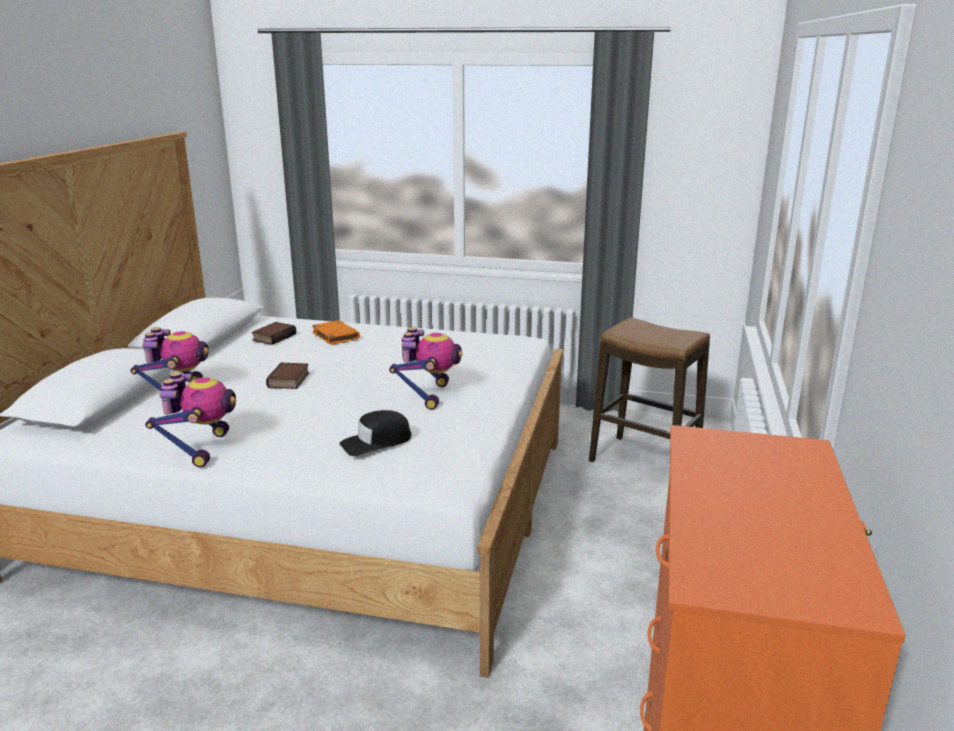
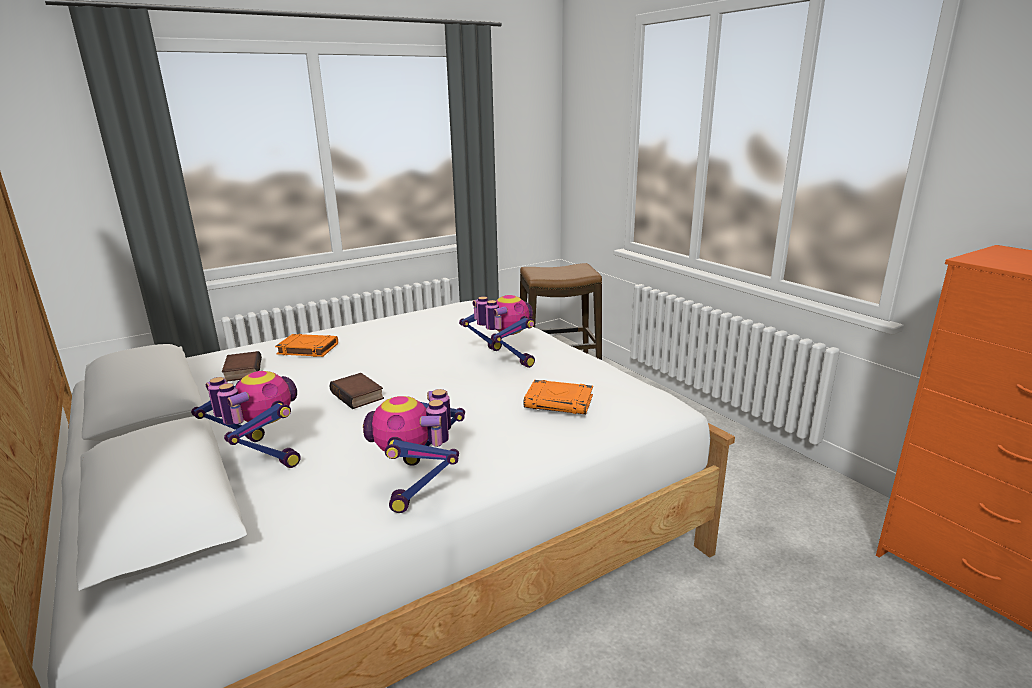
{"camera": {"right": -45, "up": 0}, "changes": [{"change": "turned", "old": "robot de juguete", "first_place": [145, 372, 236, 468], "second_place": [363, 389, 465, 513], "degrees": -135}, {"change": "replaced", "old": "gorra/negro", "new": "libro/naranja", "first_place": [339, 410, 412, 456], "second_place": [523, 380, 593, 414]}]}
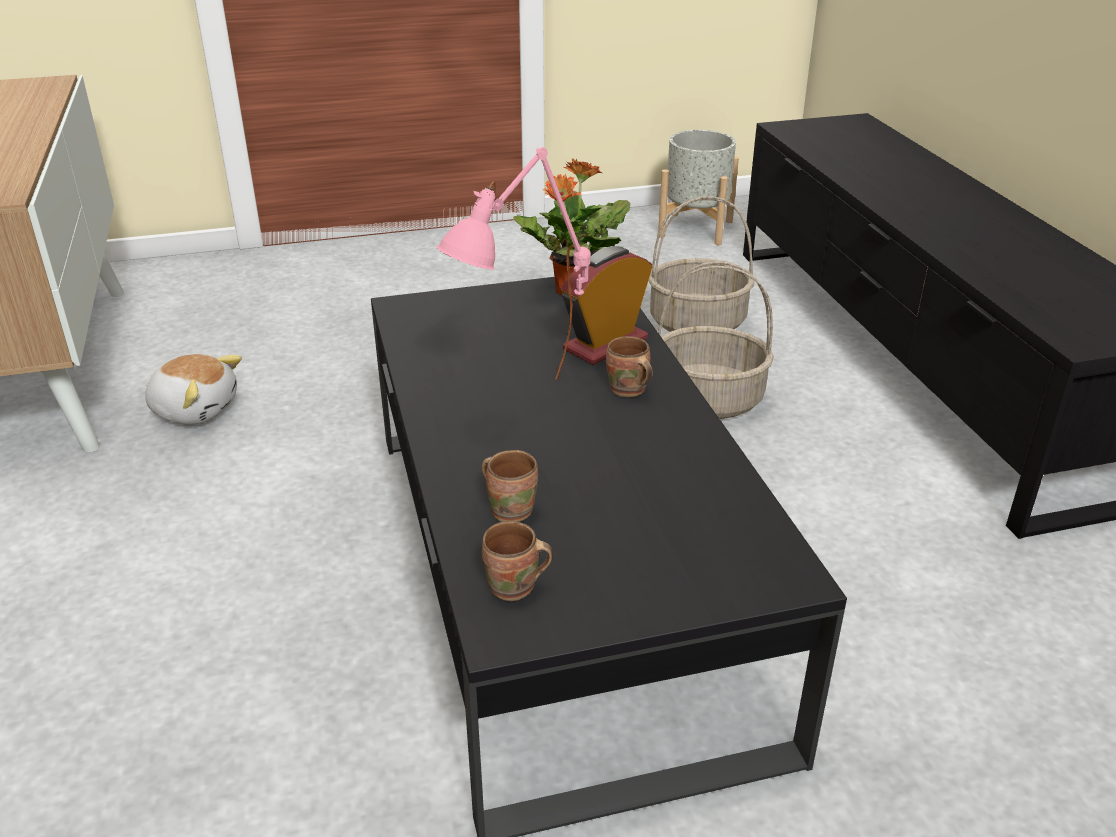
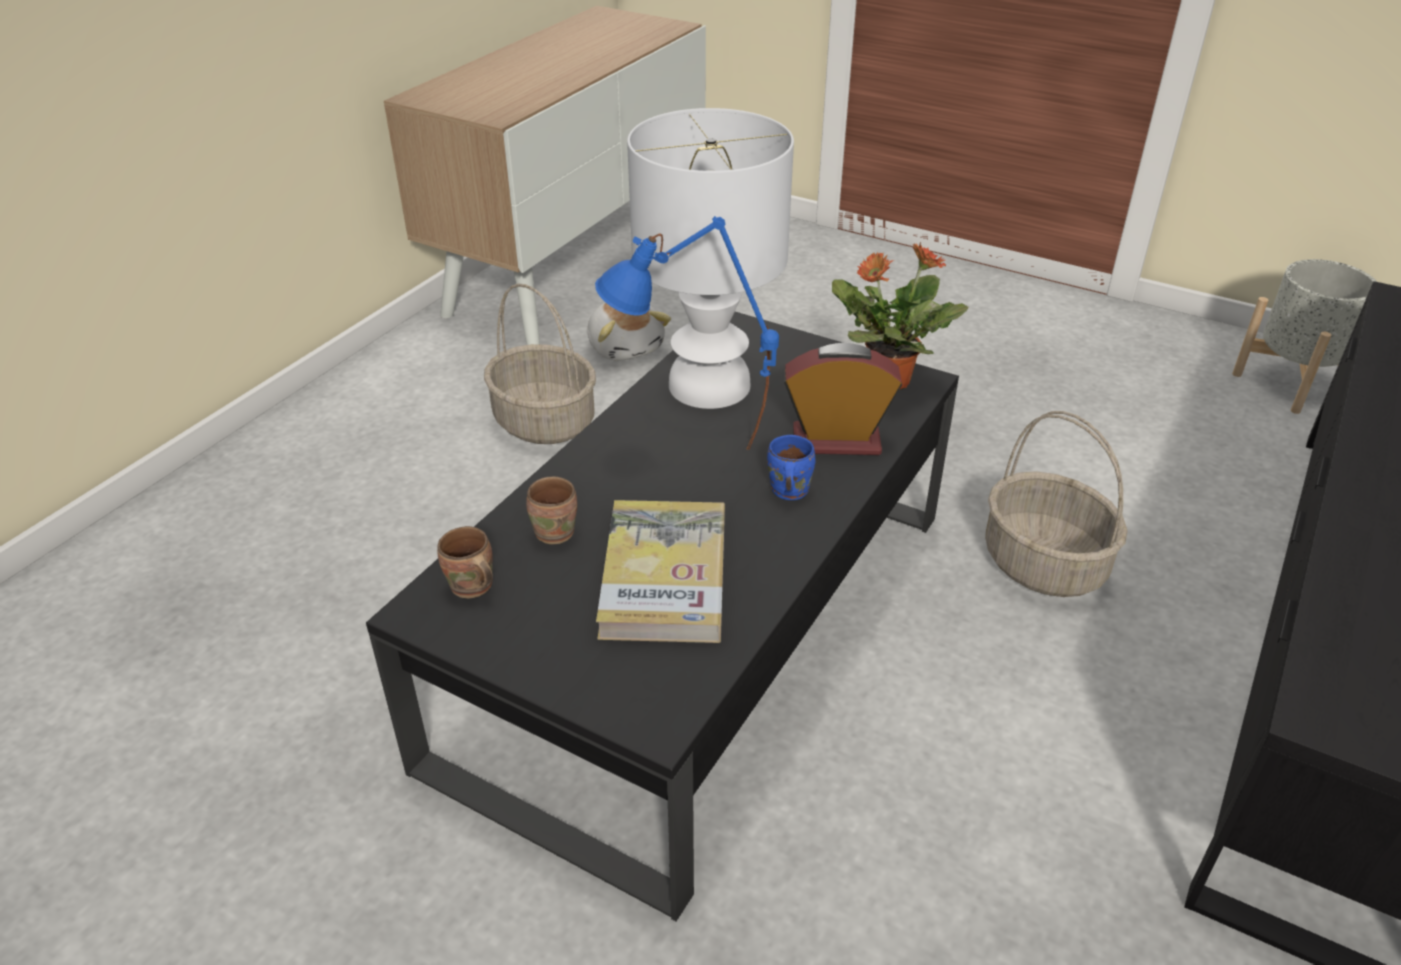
{"camera": {"right": 45, "up": 5}, "changes": [{"change": "moved", "old": "cesta", "first_place": [648, 196, 754, 332], "second_place": [484, 284, 596, 444]}, {"change": "recoloured", "old": "lámpara de mesa/rosa", "new": "lámpara de mesa/azul", "first_place": [436, 147, 591, 380], "second_place": [595, 216, 779, 450]}, {"change": "added", "new": "libro", "second_place": [596, 500, 725, 643]}, {"change": "added", "new": "lámpara de mesa/blanco", "second_place": [627, 108, 794, 409]}, {"change": "recoloured", "old": "taza grande/marrón", "new": "taza grande/azul", "first_place": [606, 336, 653, 397], "second_place": [767, 435, 815, 500]}]}
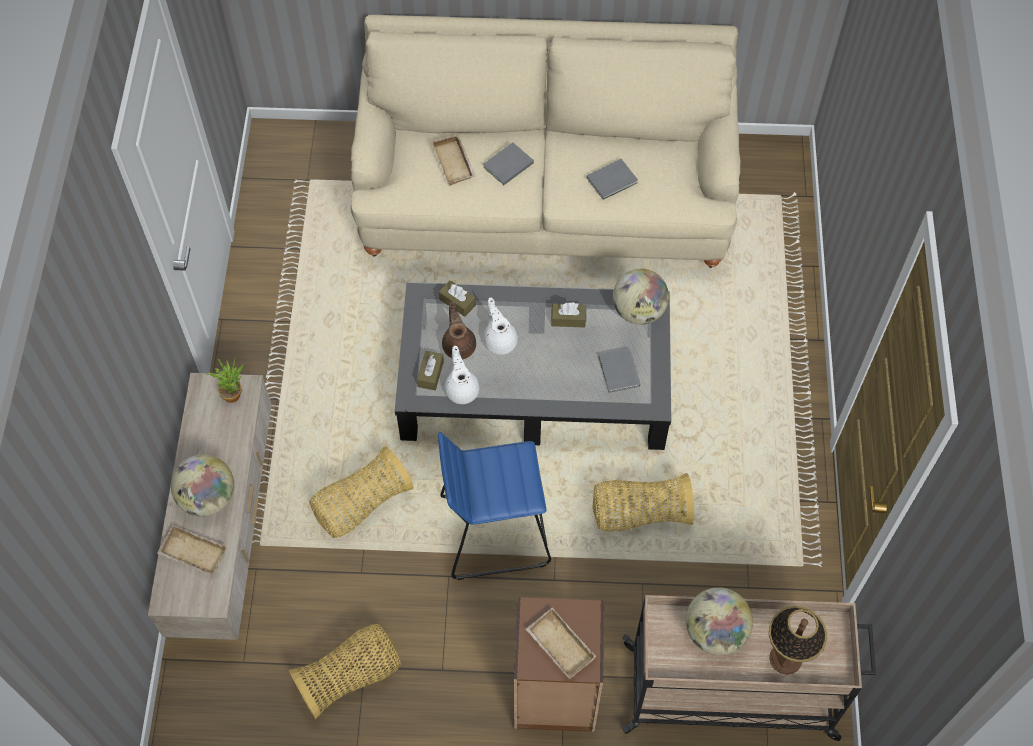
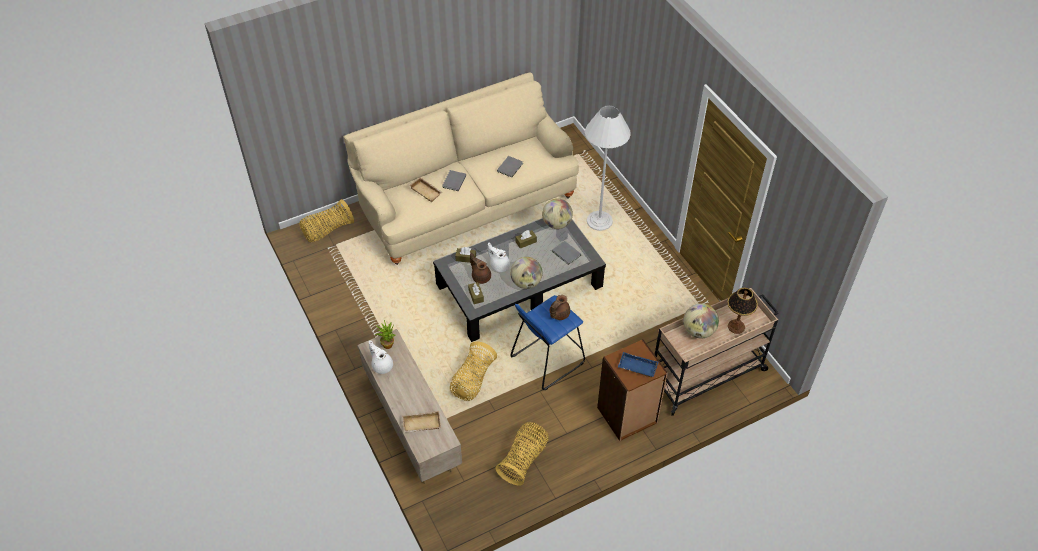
{"camera": {"right": -30, "up": -10}, "changes": [{"change": "moved", "old": "cesta", "first_place": [592, 473, 694, 532], "second_place": [299, 199, 354, 242]}, {"change": "moved", "old": "tetera/blanco", "first_place": [445, 346, 480, 404], "second_place": [369, 340, 393, 374]}, {"change": "moved", "old": "globo terráqueo", "first_place": [171, 454, 234, 517], "second_place": [510, 257, 543, 289]}, {"change": "added", "new": "tetera/marrón", "second_place": [550, 295, 570, 320]}, {"change": "added", "new": "lámpara de pie/blanco", "second_place": [585, 105, 631, 231]}, {"change": "recoloured", "old": "bandeja/beis", "new": "bandeja/azul", "first_place": [526, 607, 596, 679], "second_place": [618, 352, 658, 377]}]}
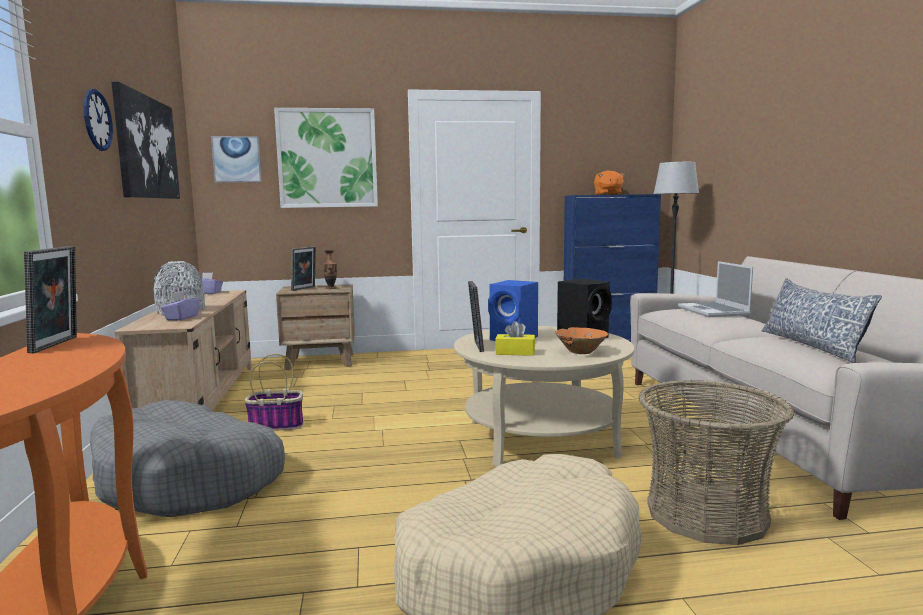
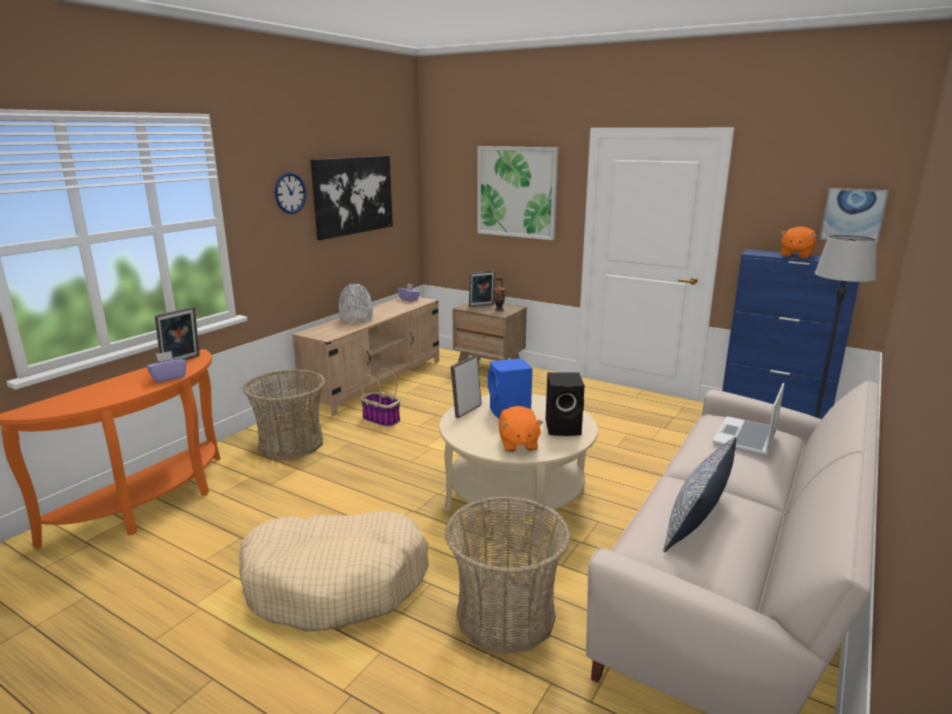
{"camera": {"right": 40, "up": 10}, "changes": [{"change": "moved", "old": "caja de pañuelos/morado", "first_place": [161, 291, 200, 321], "second_place": [146, 351, 187, 383]}, {"change": "replaced", "old": "cama para perro/gris", "new": "cesta", "first_place": [90, 400, 285, 517], "second_place": [243, 369, 326, 460]}, {"change": "replaced", "old": "cuenco/naranja", "new": "peluche/naranja", "first_place": [555, 327, 608, 354], "second_place": [499, 406, 544, 452]}, {"change": "moved", "old": "cuadro", "first_place": [211, 136, 262, 183], "second_place": [819, 188, 889, 244]}, {"change": "removed", "old": "caja de pañuelos/amarillo", "first_place": [495, 321, 535, 356]}]}
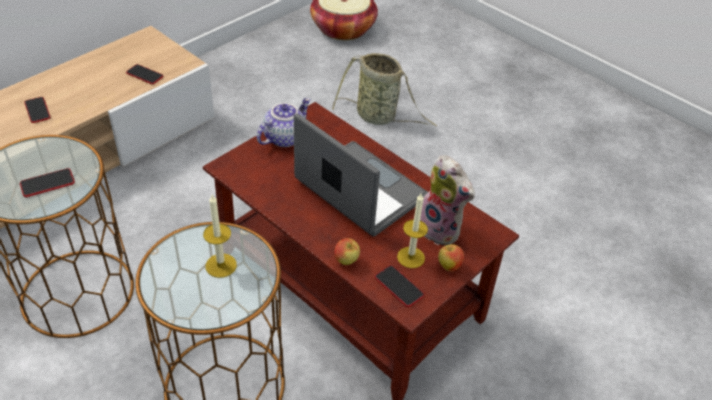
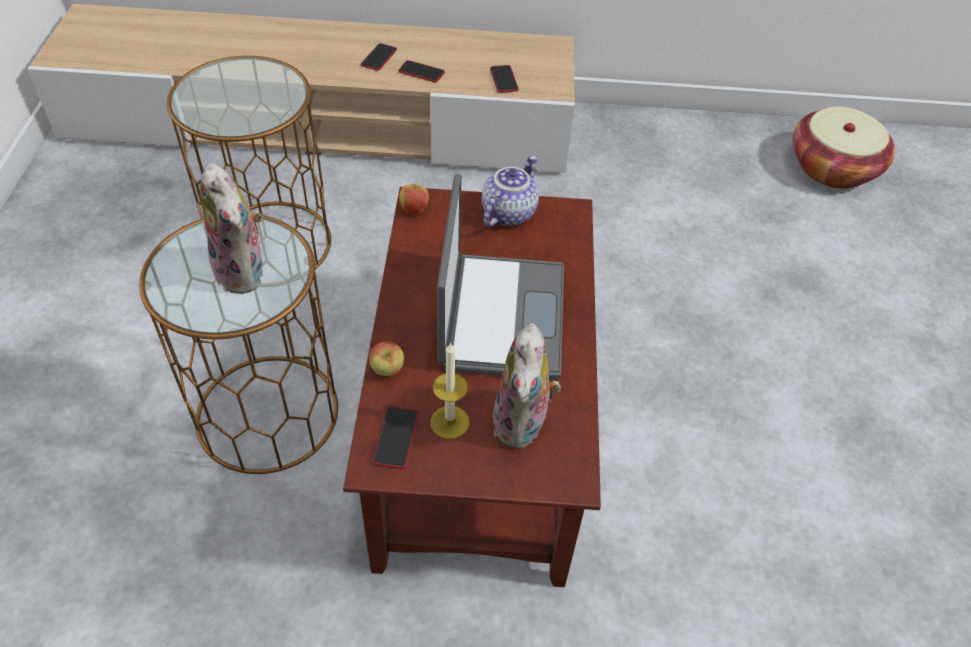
{"camera": {"right": 50, "up": 5}, "changes": [{"change": "replaced", "old": "vela", "new": "peluche", "first_place": [203, 194, 237, 278], "second_place": [200, 163, 264, 294]}, {"change": "moved", "old": "móvil", "first_place": [20, 168, 75, 197], "second_place": [398, 60, 445, 82]}, {"change": "moved", "old": "manzana", "first_place": [438, 243, 464, 272], "second_place": [399, 179, 429, 215]}, {"change": "turned", "old": "tetera", "first_place": [257, 98, 311, 147], "second_place": [482, 156, 539, 227], "degrees": -60}, {"change": "removed", "old": "cesta", "first_place": [332, 53, 437, 126]}]}
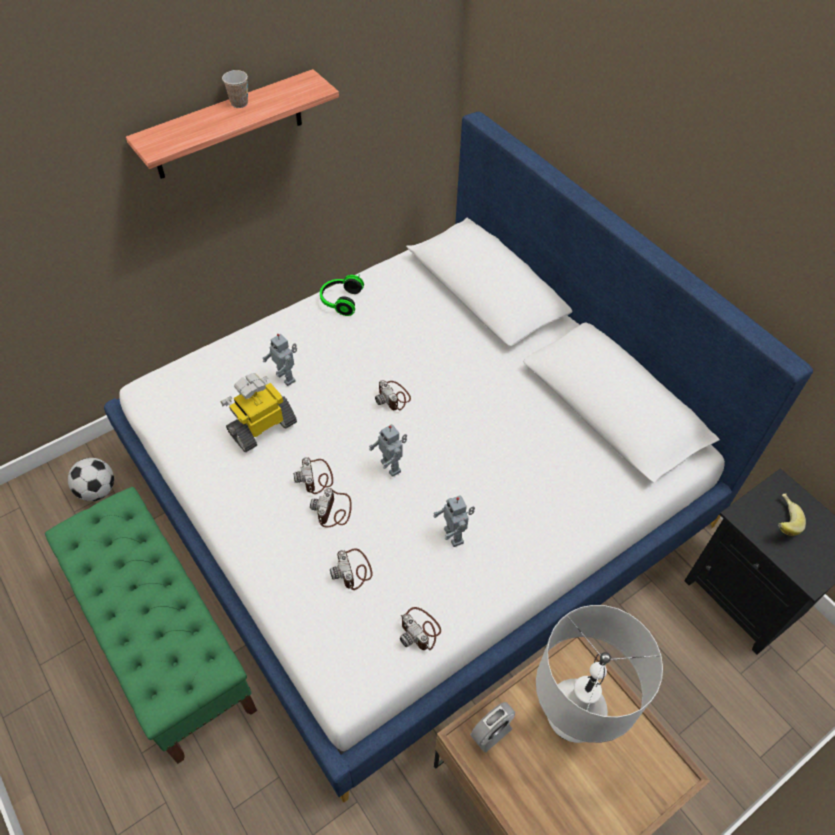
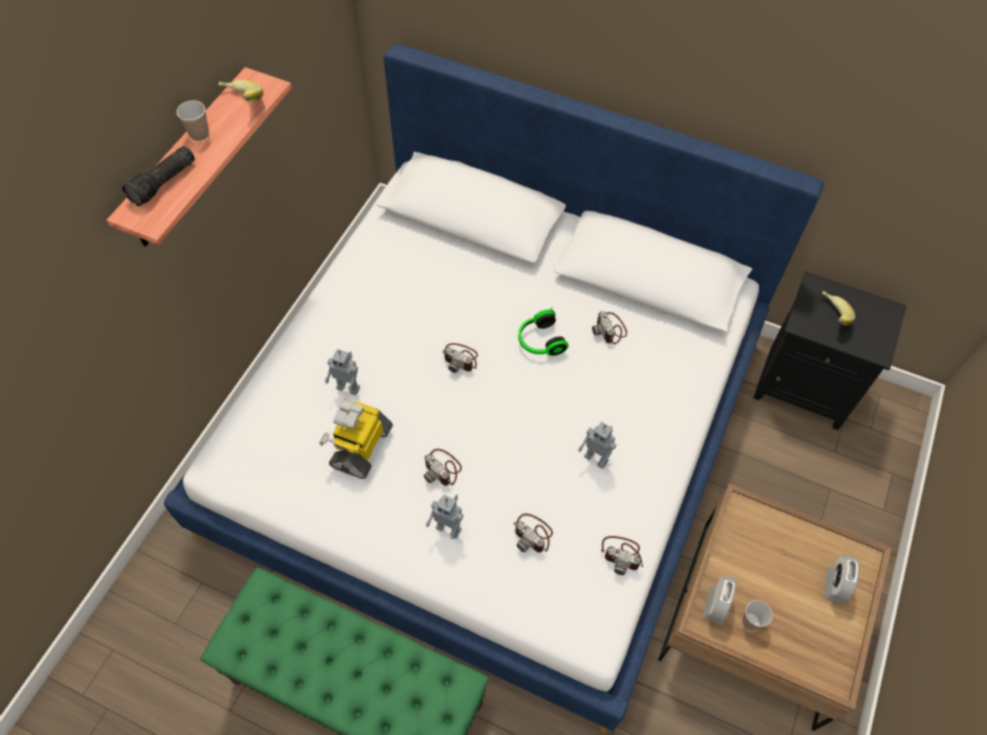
{"camera": {"right": -30, "up": 5}, "changes": [{"change": "added", "new": "linterna", "second_place": [122, 146, 195, 206]}, {"change": "added", "new": "plátano", "second_place": [218, 80, 263, 102]}, {"change": "moved", "old": "robot de juguete", "first_place": [369, 424, 407, 477], "second_place": [426, 494, 464, 539]}, {"change": "moved", "old": "auriculares", "first_place": [320, 274, 364, 316], "second_place": [518, 308, 569, 356]}, {"change": "moved", "old": "cámara", "first_place": [310, 488, 352, 528], "second_place": [592, 311, 627, 344]}, {"change": "added", "new": "taza", "second_place": [742, 600, 772, 631]}, {"change": "added", "new": "despertador", "second_place": [824, 555, 859, 604]}, {"change": "removed", "old": "balón de fútbol", "first_place": [68, 458, 114, 501]}, {"change": "removed", "old": "lámpara de mesa/blanco", "first_place": [536, 605, 663, 743]}]}
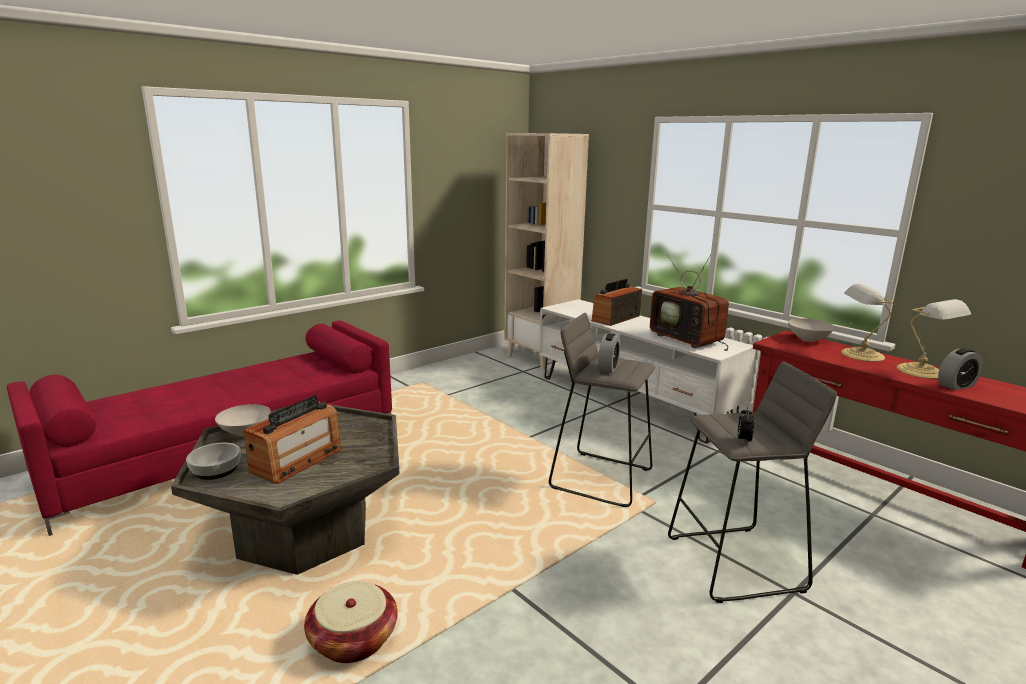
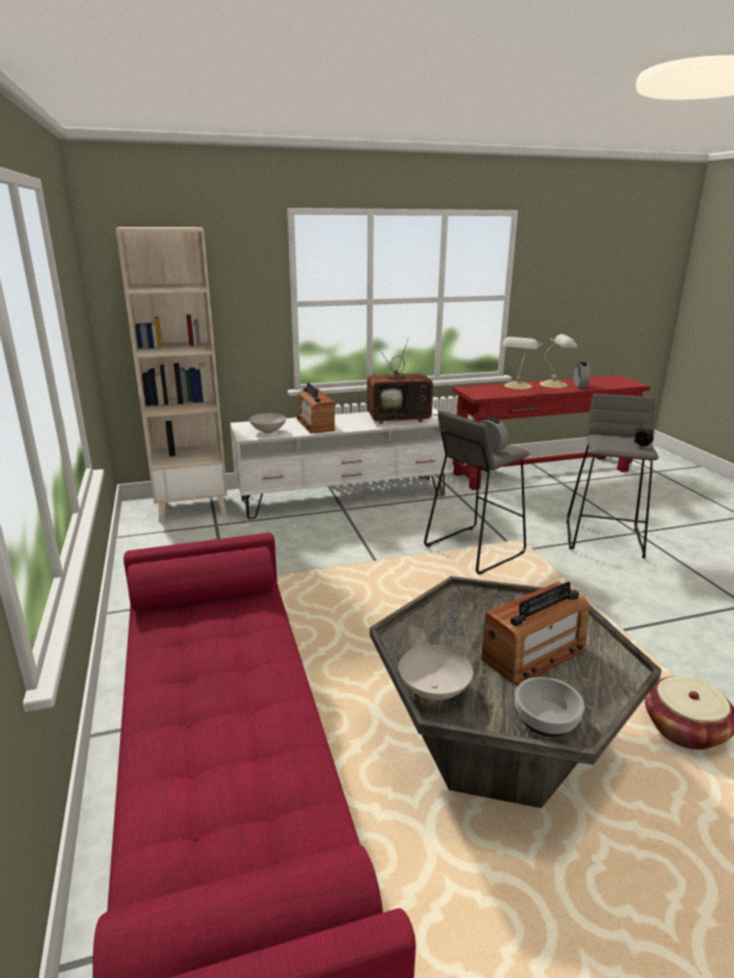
{"camera": {"right": -65, "up": 5}, "changes": [{"change": "moved", "old": "cuenco/blanco", "first_place": [788, 318, 835, 342], "second_place": [249, 413, 286, 433]}, {"change": "turned", "old": "radio", "first_place": [243, 395, 342, 484], "second_place": [481, 582, 589, 686], "degrees": 90}]}
